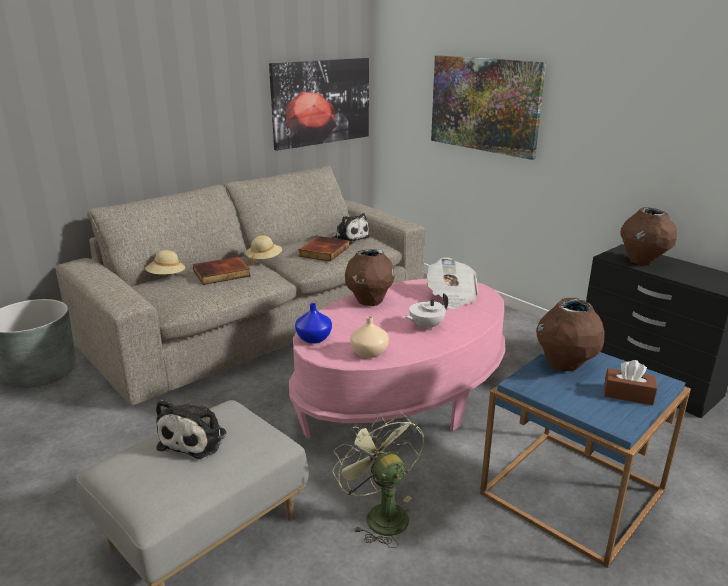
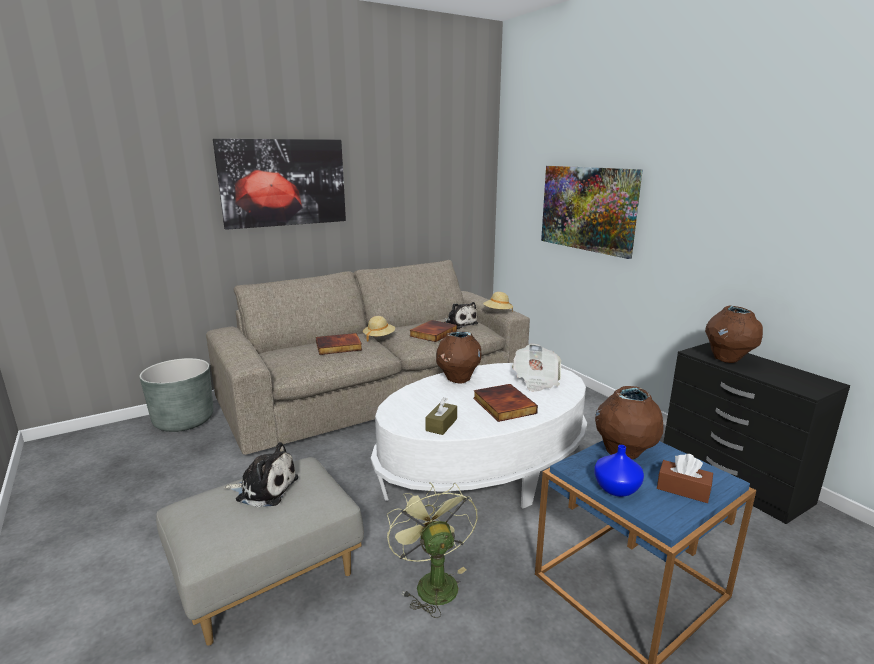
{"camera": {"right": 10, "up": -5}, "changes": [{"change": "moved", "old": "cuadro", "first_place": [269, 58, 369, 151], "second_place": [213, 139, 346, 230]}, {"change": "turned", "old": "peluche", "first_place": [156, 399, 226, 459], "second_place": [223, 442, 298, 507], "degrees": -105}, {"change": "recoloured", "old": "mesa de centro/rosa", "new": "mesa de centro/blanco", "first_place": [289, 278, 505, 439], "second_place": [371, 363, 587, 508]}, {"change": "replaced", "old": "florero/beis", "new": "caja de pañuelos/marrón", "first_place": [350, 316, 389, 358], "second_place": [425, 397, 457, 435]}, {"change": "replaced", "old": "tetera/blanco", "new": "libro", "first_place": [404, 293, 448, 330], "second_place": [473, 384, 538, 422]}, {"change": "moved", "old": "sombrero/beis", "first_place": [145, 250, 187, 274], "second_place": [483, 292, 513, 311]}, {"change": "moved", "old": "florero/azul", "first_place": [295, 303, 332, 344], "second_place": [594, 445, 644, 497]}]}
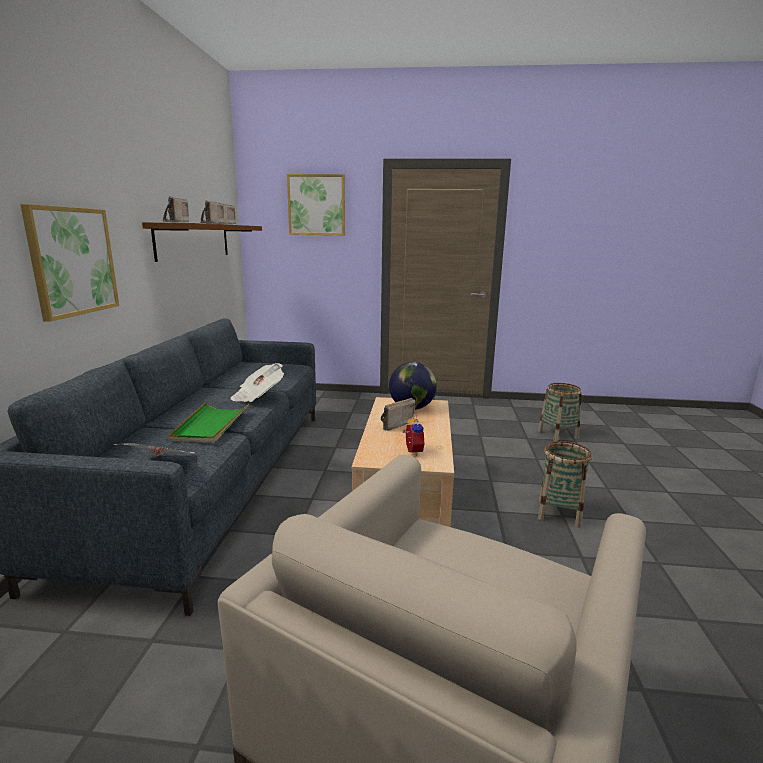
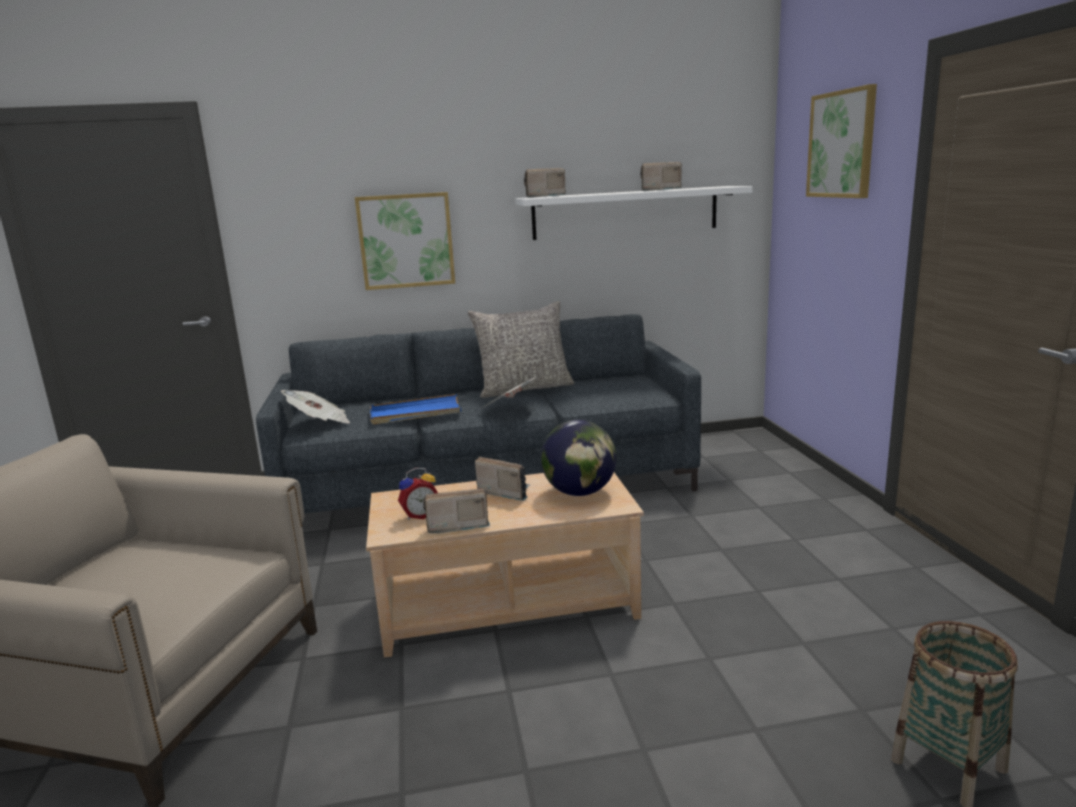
{"camera": {"right": 75, "up": 0}, "changes": [{"change": "recoloured", "old": "bandeja/verde", "new": "bandeja/azul", "first_place": [169, 402, 249, 443], "second_place": [370, 394, 461, 424]}, {"change": "moved", "old": "radio", "first_place": [200, 201, 224, 224], "second_place": [423, 489, 490, 533]}, {"change": "added", "new": "cojín/gris", "second_place": [468, 301, 574, 398]}, {"change": "recoloured", "old": "estante/marrón", "new": "estante/blanco", "first_place": [142, 222, 262, 262], "second_place": [515, 186, 753, 240]}, {"change": "removed", "old": "cesta", "first_place": [538, 441, 592, 528]}]}
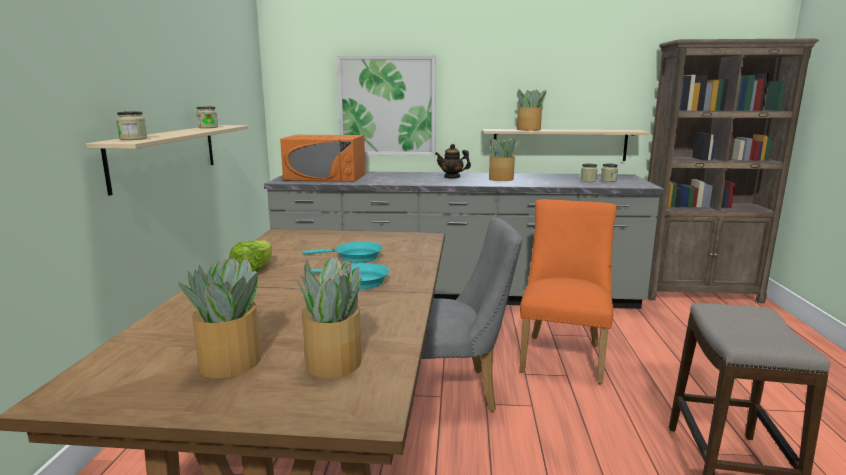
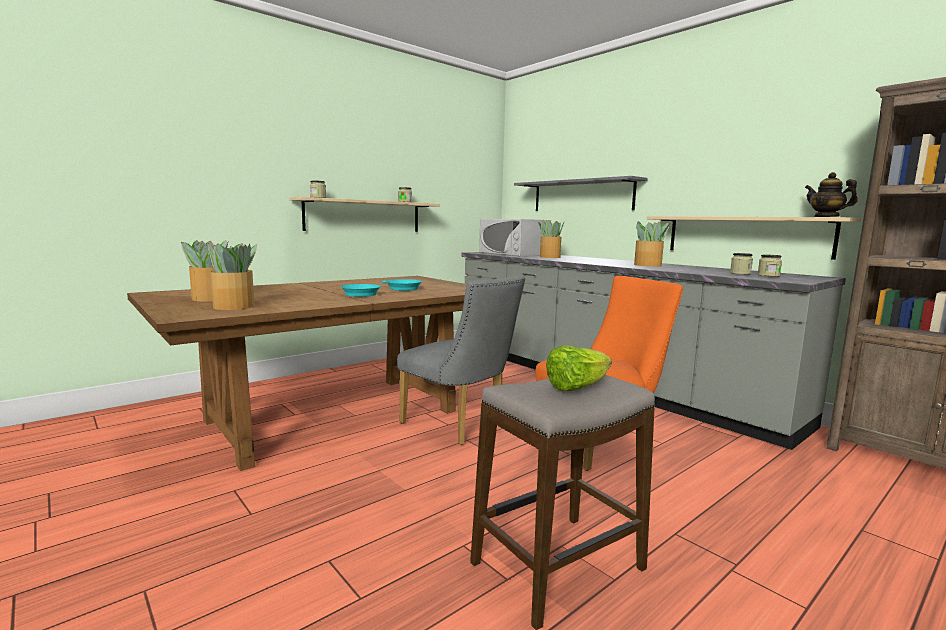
{"camera": {"right": 45, "up": -5}, "changes": [{"change": "recoloured", "old": "microondas/naranja", "new": "microondas/blanco", "first_place": [280, 135, 365, 182], "second_place": [479, 219, 551, 256]}, {"change": "replaced", "old": "cuadro", "new": "estante/gris", "first_place": [336, 55, 436, 156], "second_place": [514, 176, 647, 211]}, {"change": "moved", "old": "planta en maceta", "first_place": [517, 89, 547, 131], "second_place": [538, 220, 564, 258]}, {"change": "moved", "old": "lechuga", "first_place": [229, 240, 272, 272], "second_place": [546, 345, 612, 391]}, {"change": "moved", "old": "tetera", "first_place": [435, 144, 471, 179], "second_place": [805, 172, 858, 217]}]}
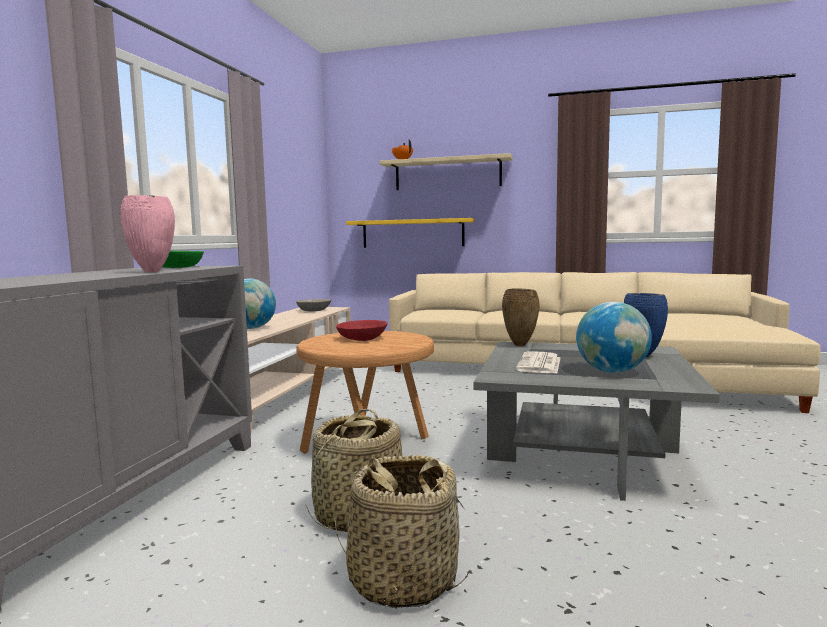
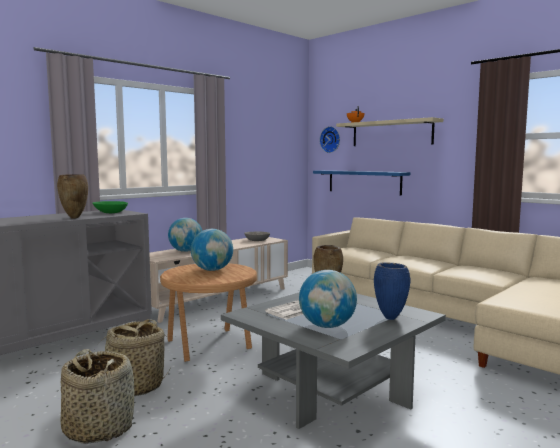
{"camera": {"right": 30, "up": 0}, "changes": [{"change": "recoloured", "old": "florero/rosa", "new": "florero/marrón", "first_place": [120, 195, 175, 272], "second_place": [57, 174, 88, 218]}, {"change": "replaced", "old": "cuenco/rojo", "new": "globo terráqueo", "first_place": [336, 320, 388, 341], "second_place": [191, 229, 233, 271]}, {"change": "recoloured", "old": "estante/amarillo", "new": "estante/azul", "first_place": [346, 218, 474, 248], "second_place": [313, 170, 410, 196]}, {"change": "added", "new": "reloj de pared", "second_place": [319, 126, 340, 153]}]}
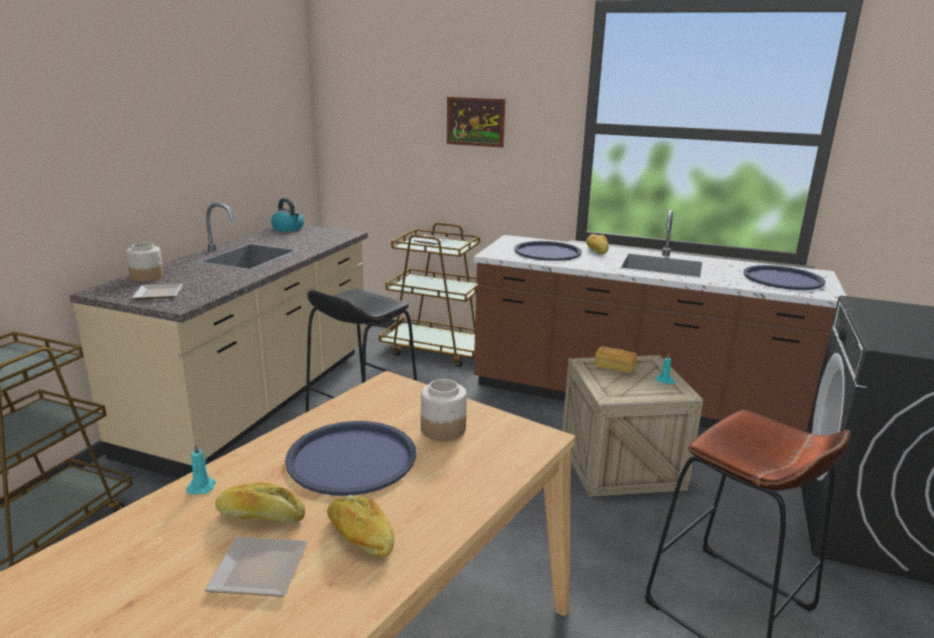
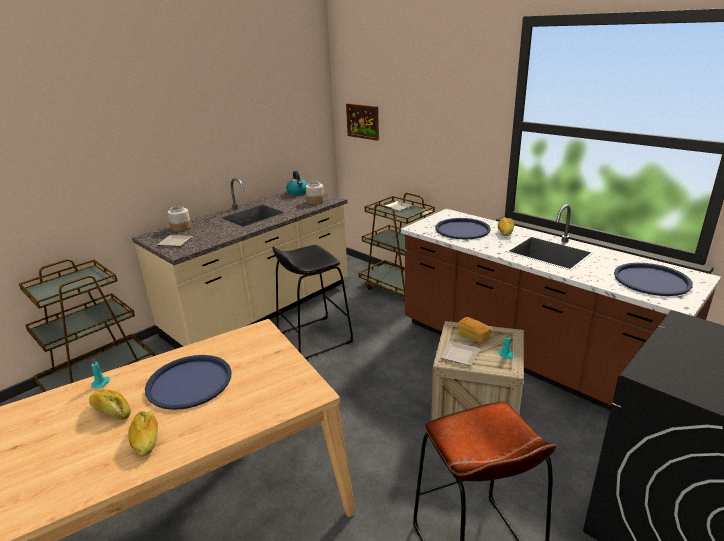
{"camera": {"right": 25, "up": 5}, "changes": [{"change": "moved", "old": "tarro", "first_place": [421, 379, 467, 441], "second_place": [306, 182, 324, 204]}, {"change": "moved", "old": "cuadro", "first_place": [447, 97, 505, 148], "second_place": [346, 103, 379, 141]}, {"change": "moved", "old": "plato", "first_place": [205, 537, 308, 597], "second_place": [440, 341, 480, 366]}]}
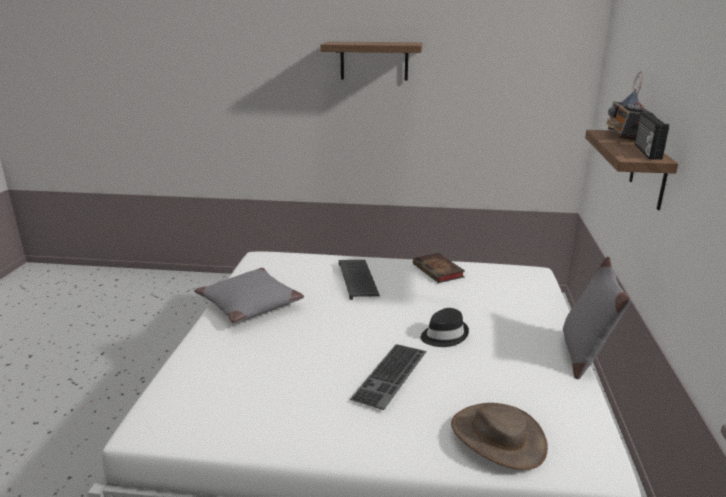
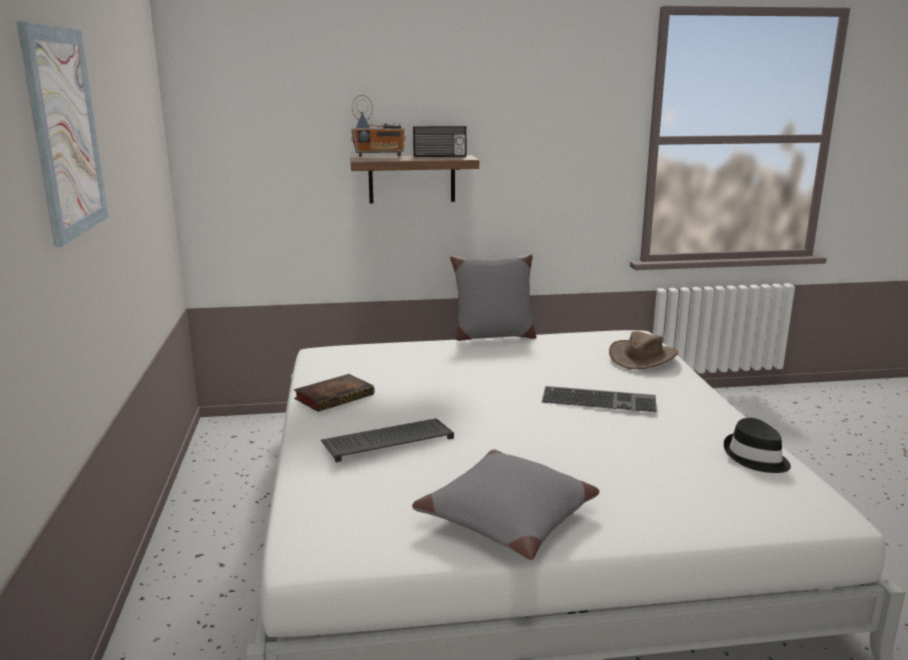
{"camera": {"right": -105, "up": -5}, "changes": [{"change": "replaced", "old": "estante", "new": "cuadro", "first_place": [320, 42, 423, 81], "second_place": [17, 22, 108, 247]}, {"change": "moved", "old": "sombrero/negro", "first_place": [421, 308, 469, 347], "second_place": [724, 418, 791, 473]}]}
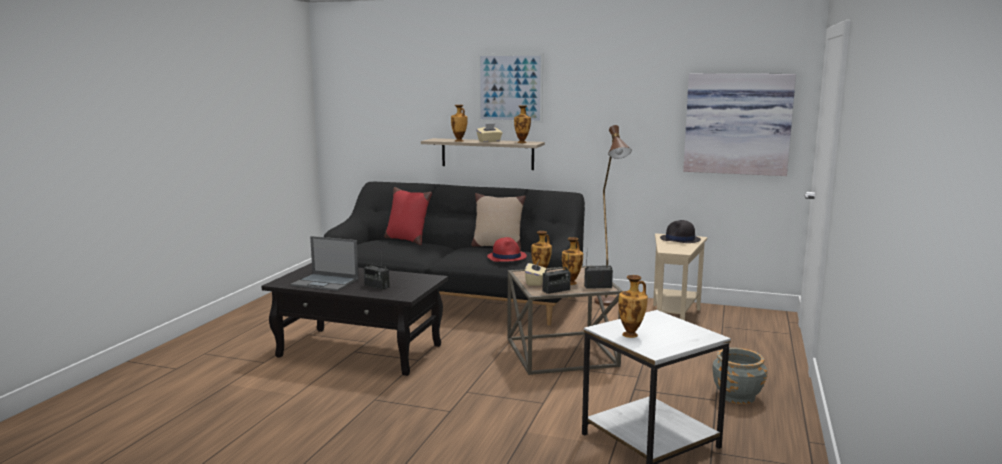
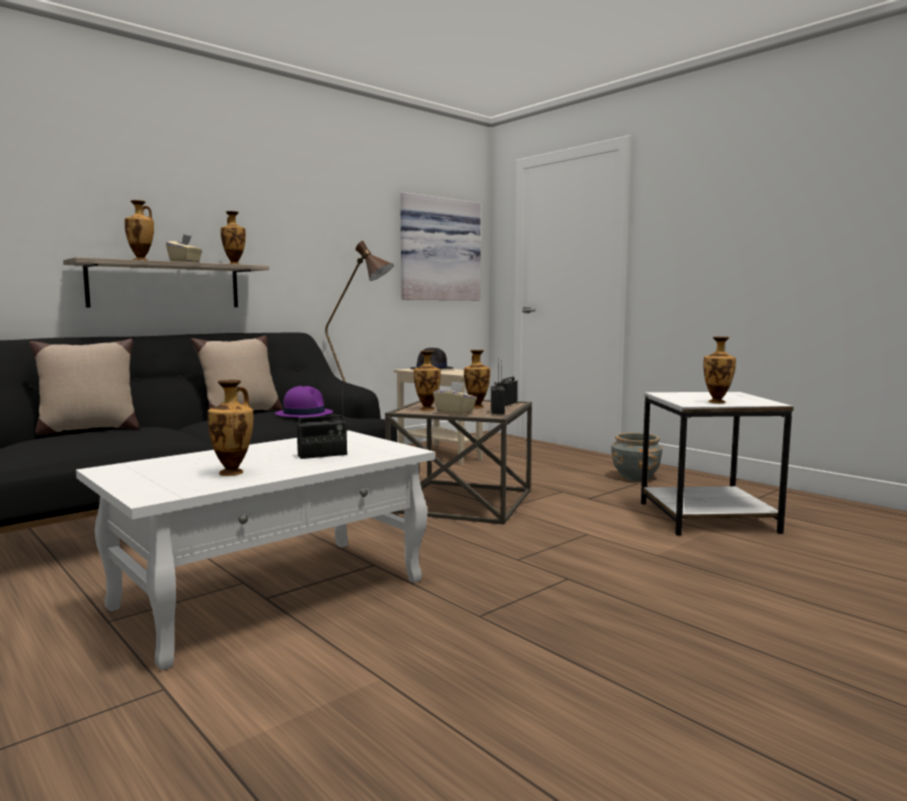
{"camera": {"right": -60, "up": -5}, "changes": [{"change": "recoloured", "old": "cojín/rojo", "new": "cojín/beis", "first_place": [384, 187, 432, 245], "second_place": [29, 339, 139, 435]}, {"change": "recoloured", "old": "mesa de centro/negro", "new": "mesa de centro/blanco", "first_place": [261, 263, 448, 376], "second_place": [76, 430, 435, 670]}, {"change": "replaced", "old": "portátil", "new": "florero", "first_place": [291, 236, 359, 291], "second_place": [208, 379, 253, 476]}, {"change": "recoloured", "old": "sombrero/rojo", "new": "sombrero/morado", "first_place": [487, 237, 527, 262], "second_place": [275, 386, 333, 418]}, {"change": "removed", "old": "cuadro", "first_place": [478, 53, 543, 123]}]}
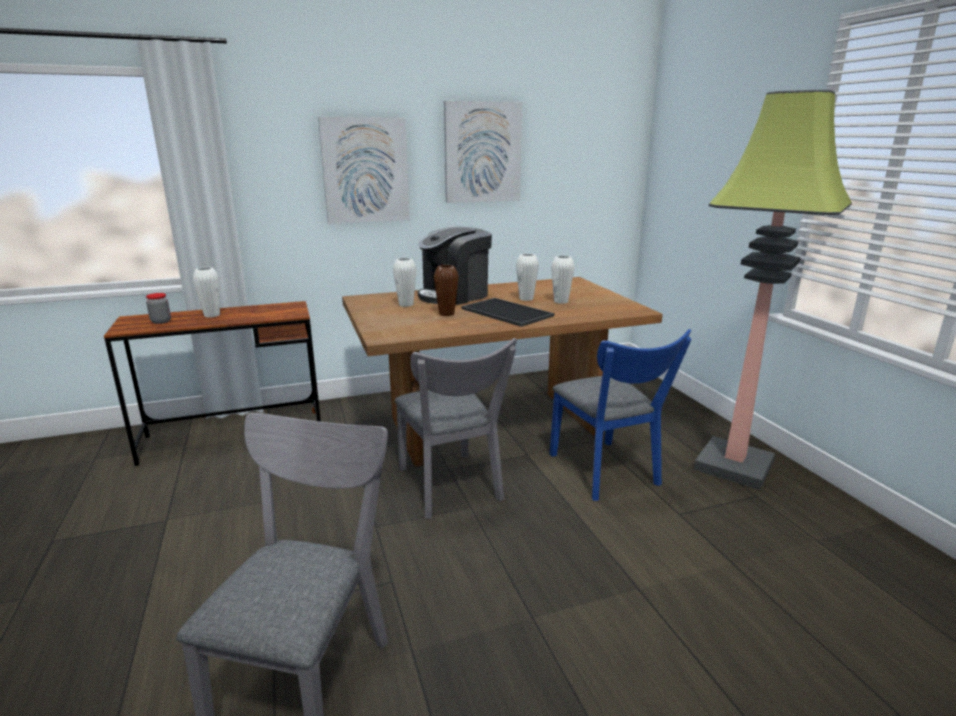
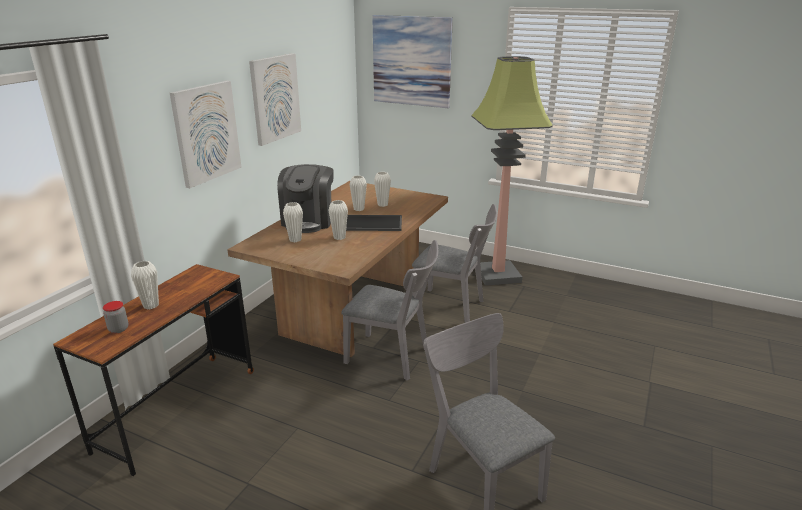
{"camera": {"right": -45, "up": 5}, "changes": [{"change": "recoloured", "old": "florero/marrón", "new": "florero/blanco", "first_place": [434, 265, 459, 316], "second_place": [328, 200, 348, 240]}, {"change": "added", "new": "cuadro", "second_place": [372, 15, 453, 108]}, {"change": "recoloured", "old": "silla/azul", "new": "silla/gris", "first_place": [550, 329, 692, 501], "second_place": [412, 204, 497, 323]}]}
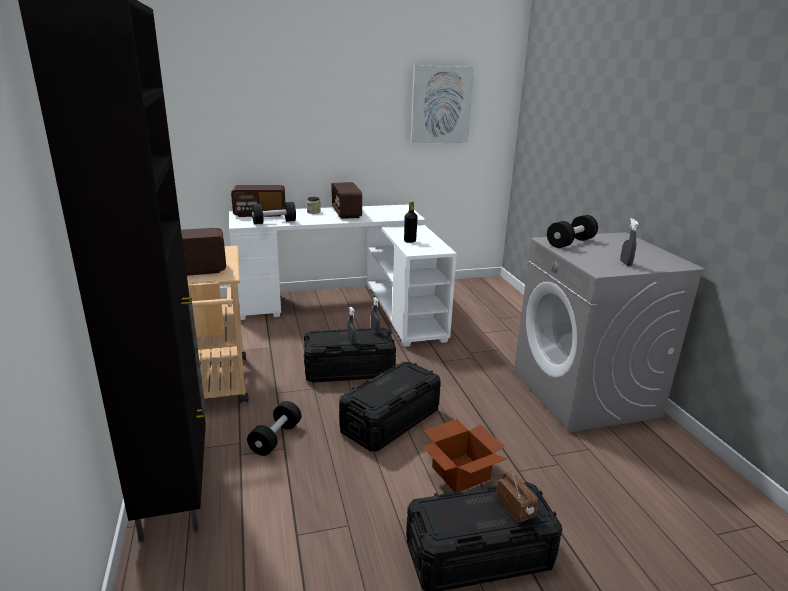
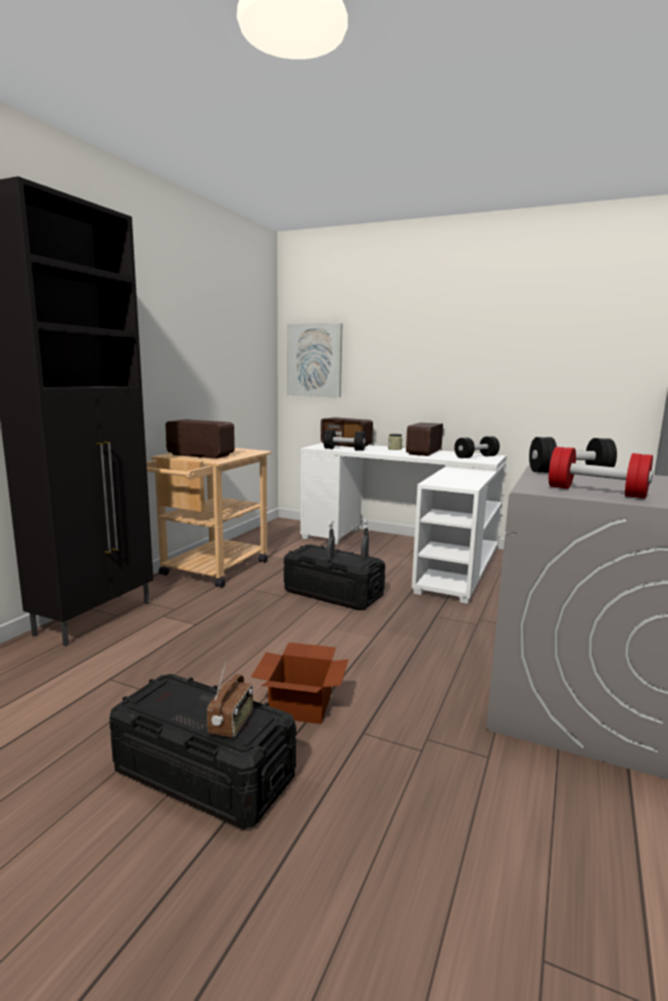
{"camera": {"right": 40, "up": -10}, "changes": [{"change": "moved", "old": "cuadro", "first_place": [411, 65, 474, 143], "second_place": [287, 323, 343, 398]}, {"change": "moved", "old": "mancuerna/negro", "first_place": [247, 401, 301, 456], "second_place": [454, 436, 500, 458]}, {"change": "replaced", "old": "pulverizador/gris", "new": "mancuerna/rojo", "first_place": [620, 218, 638, 266], "second_place": [549, 447, 653, 499]}, {"change": "removed", "old": "caja de almacenaje/negro", "first_place": [339, 362, 441, 452]}, {"change": "removed", "old": "botella/negro", "first_place": [404, 201, 418, 243]}]}
